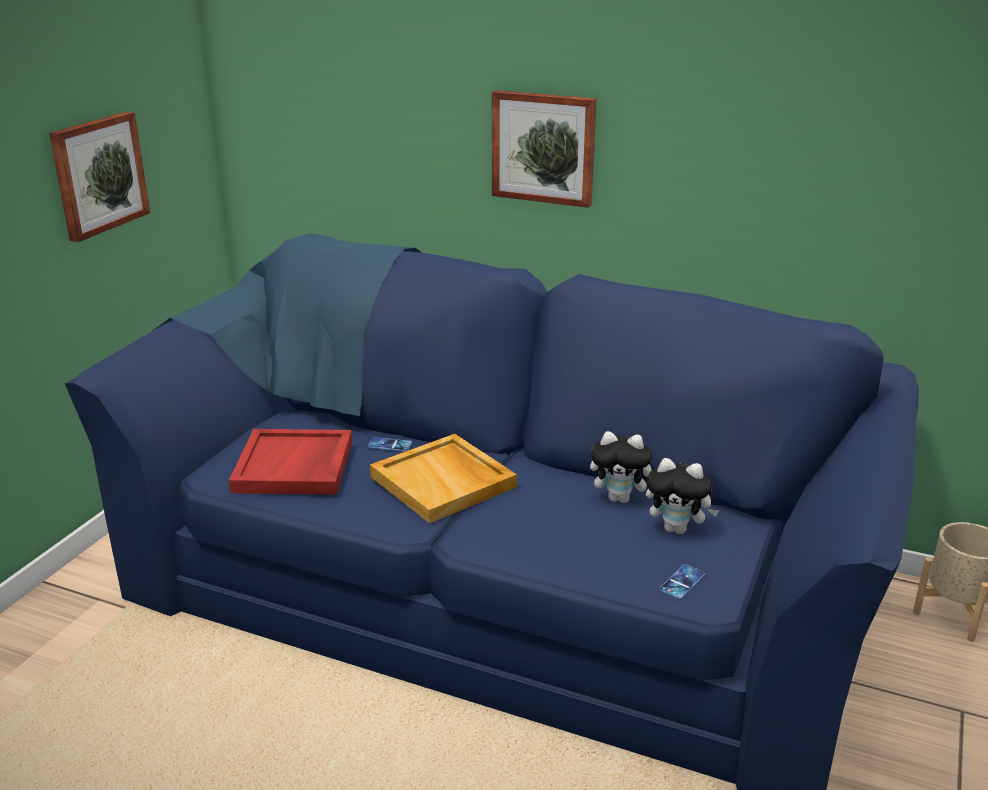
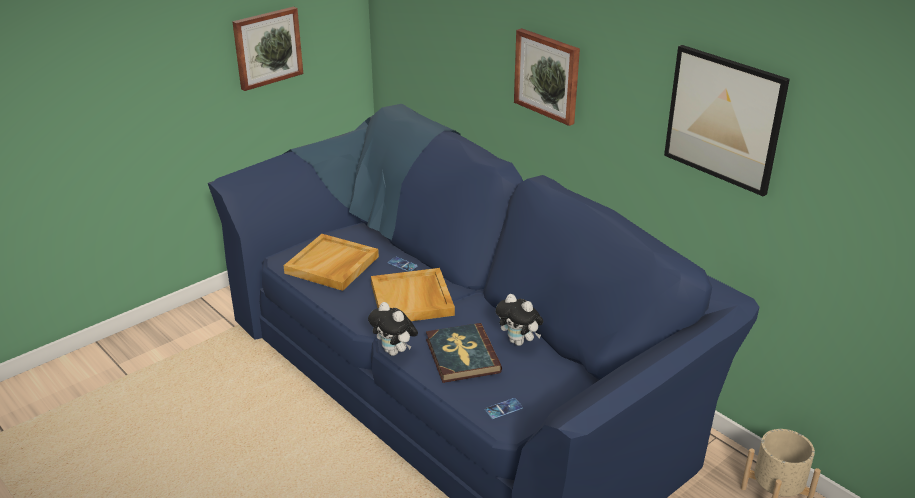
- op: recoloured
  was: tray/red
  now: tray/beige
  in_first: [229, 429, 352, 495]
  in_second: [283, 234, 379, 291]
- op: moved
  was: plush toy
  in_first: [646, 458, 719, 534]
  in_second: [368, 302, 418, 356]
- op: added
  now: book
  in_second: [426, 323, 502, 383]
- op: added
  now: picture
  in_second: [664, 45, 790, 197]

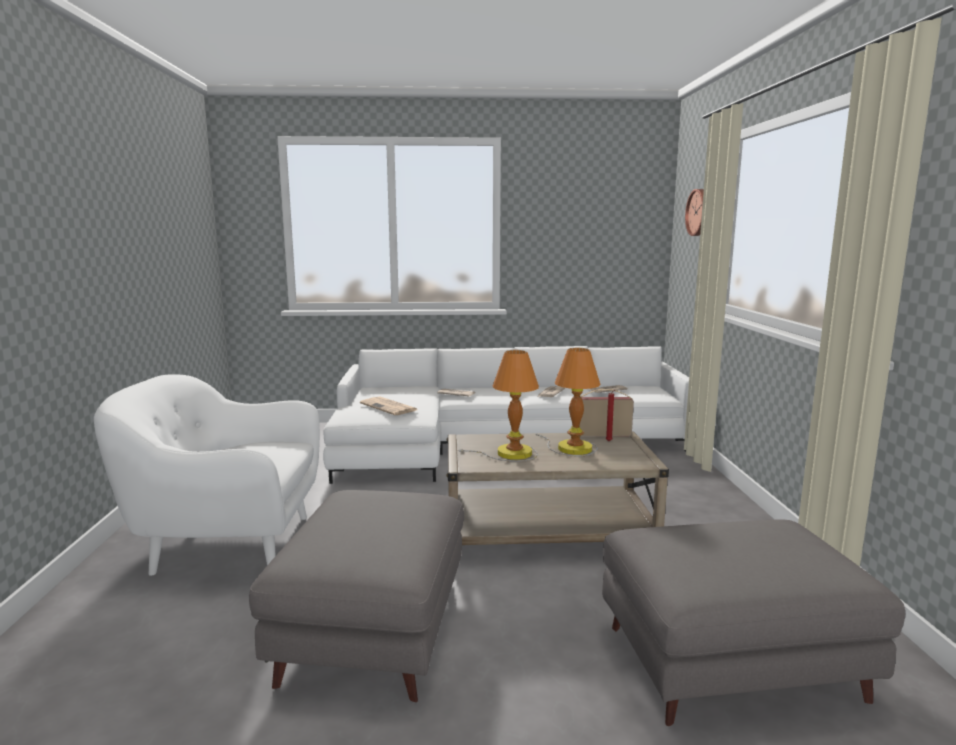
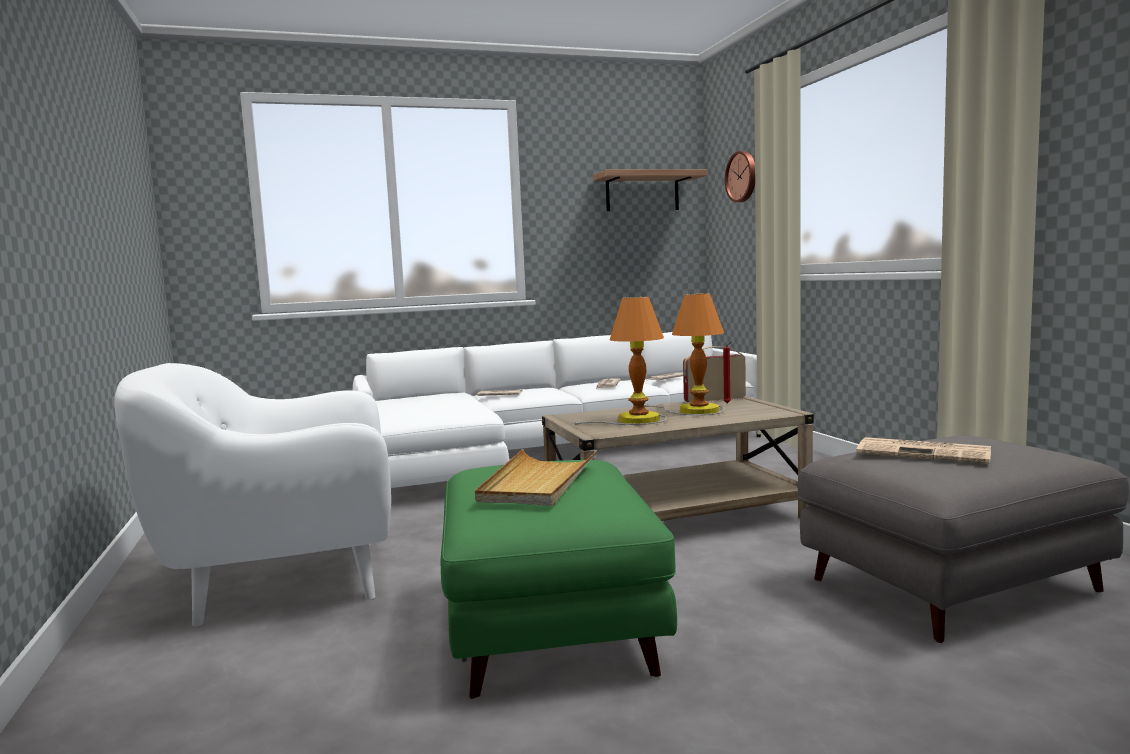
- op: recoloured
  was: ottoman/grey
  now: ottoman/green
  in_first: [249, 490, 464, 702]
  in_second: [441, 460, 677, 699]
- op: moved
  was: newspaper
  in_first: [360, 397, 417, 415]
  in_second: [856, 437, 991, 464]
- op: added
  now: tray/beige
  in_second: [475, 449, 597, 506]
- op: added
  now: shelf
  in_second: [593, 169, 707, 211]

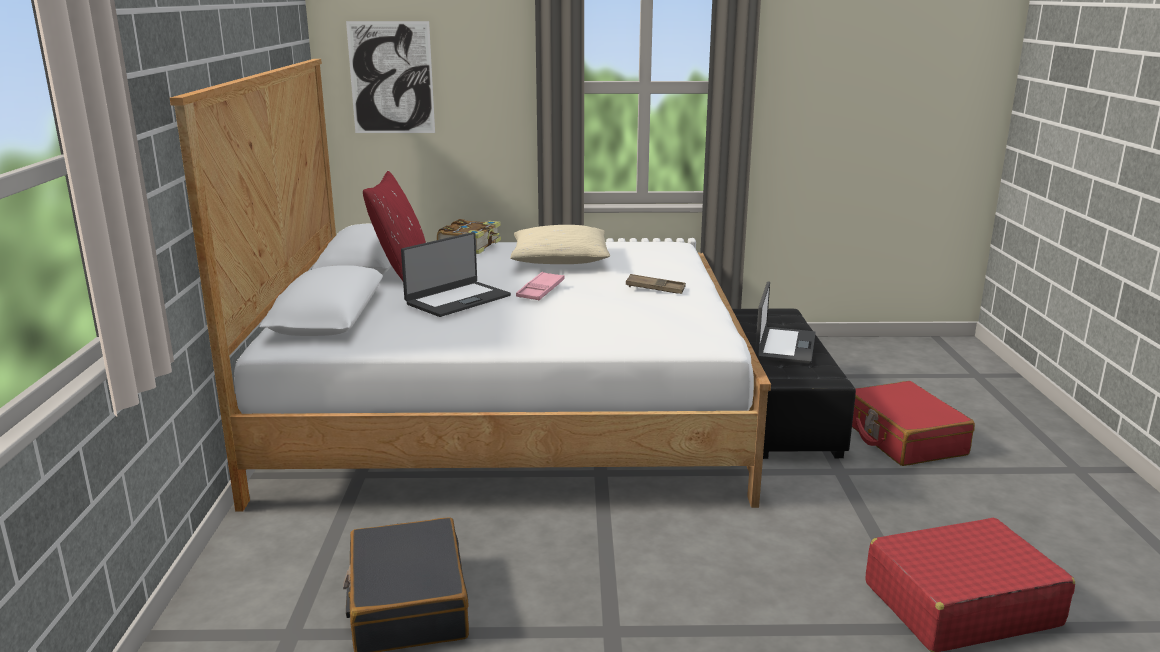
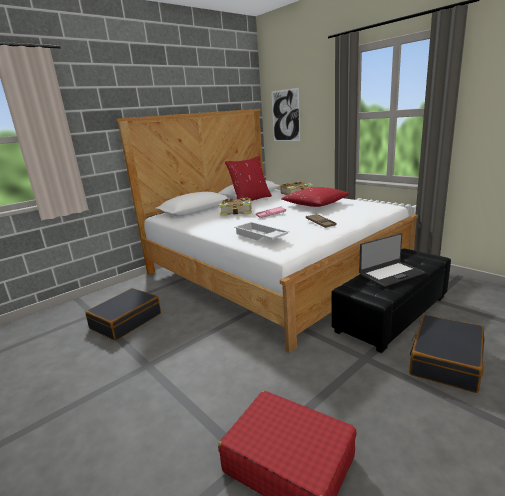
- op: replaced
  was: laptop
  now: book
  in_first: [401, 232, 511, 317]
  in_second: [219, 198, 252, 216]
- op: recoloured
  was: pillow/beige
  now: pillow/red
  in_first: [510, 225, 610, 264]
  in_second: [281, 187, 350, 207]
- op: recoloured
  was: suitcase/red
  now: suitcase/black
  in_first: [852, 381, 975, 466]
  in_second: [410, 315, 484, 393]
- op: added
  now: tray/white
  in_second: [234, 222, 290, 241]

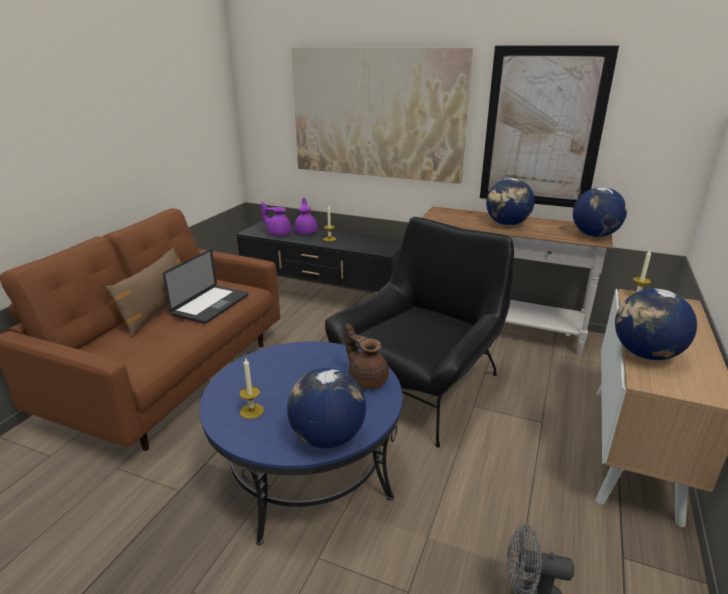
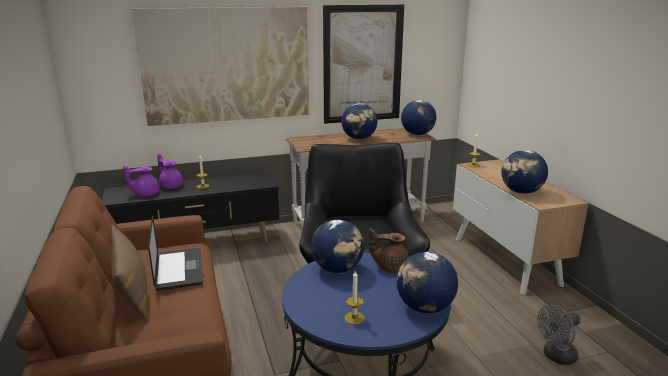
- op: added
  now: globe
  in_second: [311, 219, 364, 273]

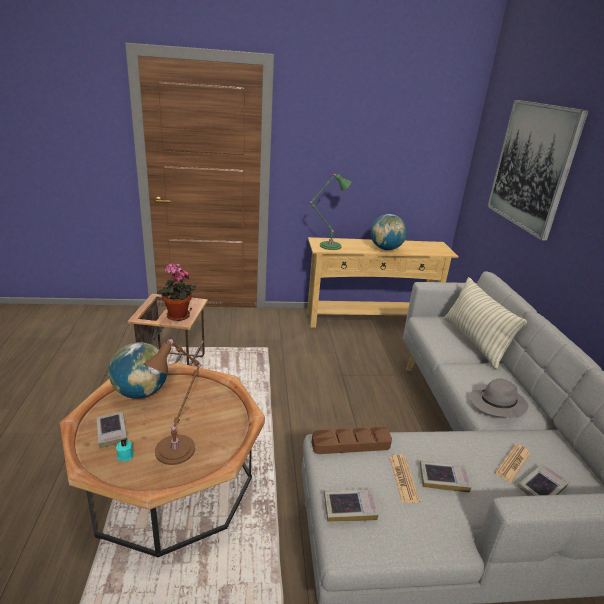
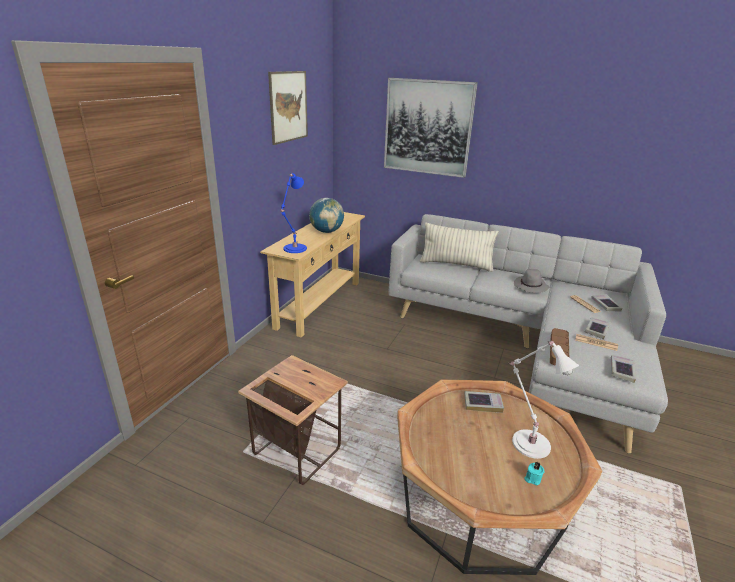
- op: moved
  was: book
  in_first: [97, 412, 127, 449]
  in_second: [464, 391, 504, 413]
- op: removed
  was: globe
  in_first: [109, 342, 168, 399]
- op: recoloured
  was: table lamp/brown
  now: table lamp/white
  in_first: [144, 338, 201, 465]
  in_second: [509, 341, 579, 459]
- op: removed
  was: potted plant
  in_first: [157, 263, 196, 321]
- op: recoloured
  was: table lamp/green
  now: table lamp/blue
  in_first: [310, 174, 351, 250]
  in_second: [281, 173, 307, 253]
- op: added
  now: picture
  in_second: [268, 71, 308, 145]

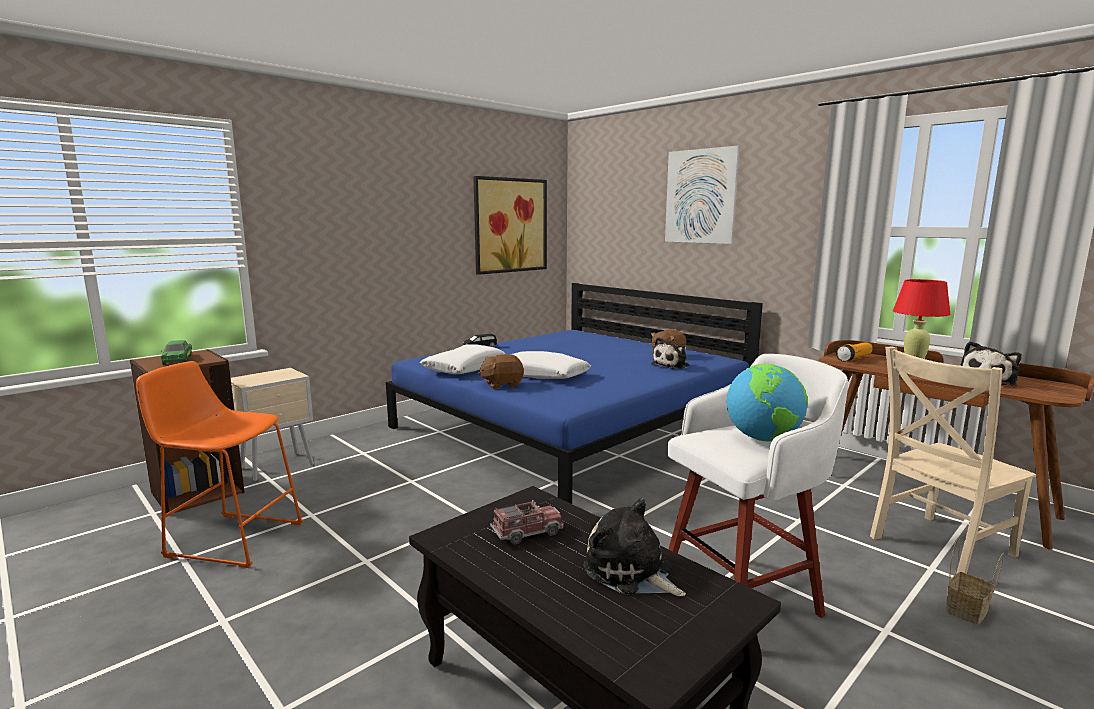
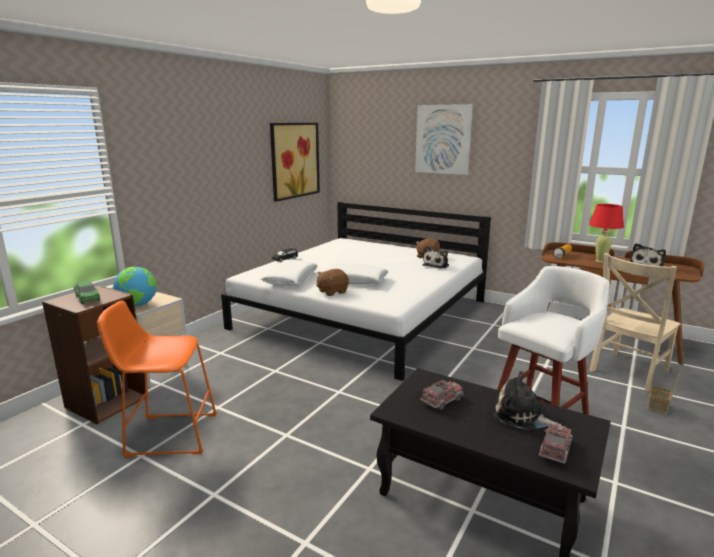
- op: recoloured
  was: bed/blue
  now: bed/white
  in_first: [386, 283, 763, 504]
  in_second: [221, 202, 491, 381]
- op: moved
  was: globe
  in_first: [727, 364, 808, 441]
  in_second: [113, 267, 157, 307]
- op: added
  now: toy truck
  in_second: [539, 424, 573, 464]

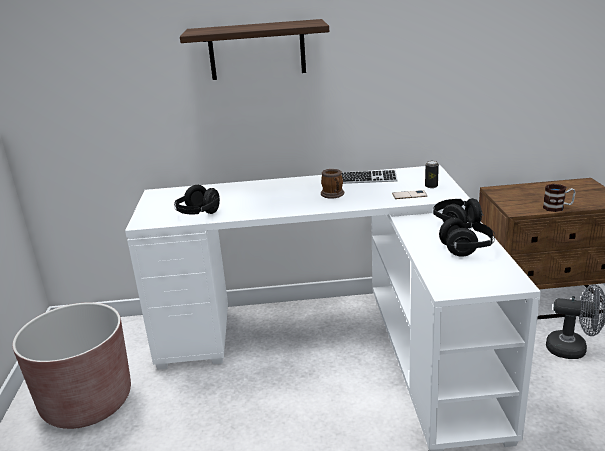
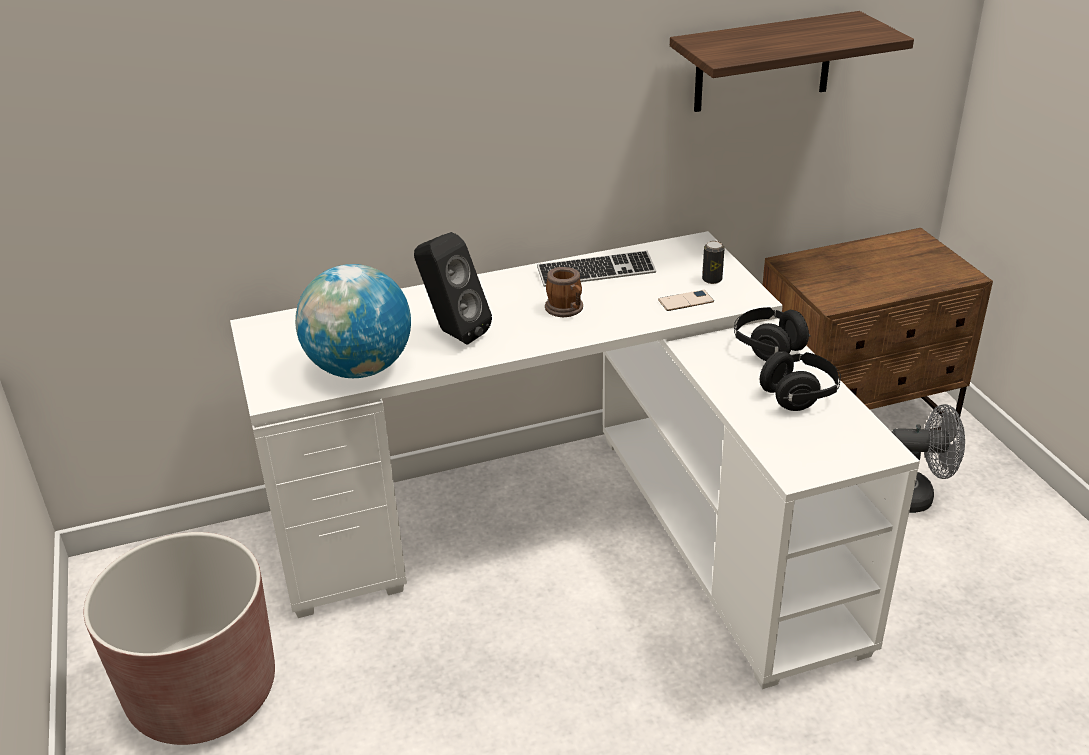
- op: replaced
  was: headphones/black
  now: globe
  in_first: [174, 185, 220, 214]
  in_second: [295, 264, 411, 378]
- op: moved
  was: shelf
  in_first: [180, 19, 329, 80]
  in_second: [670, 11, 914, 112]
- op: removed
  was: mug
  in_first: [543, 184, 576, 212]
- op: added
  now: speaker/black
  in_second: [414, 232, 492, 345]

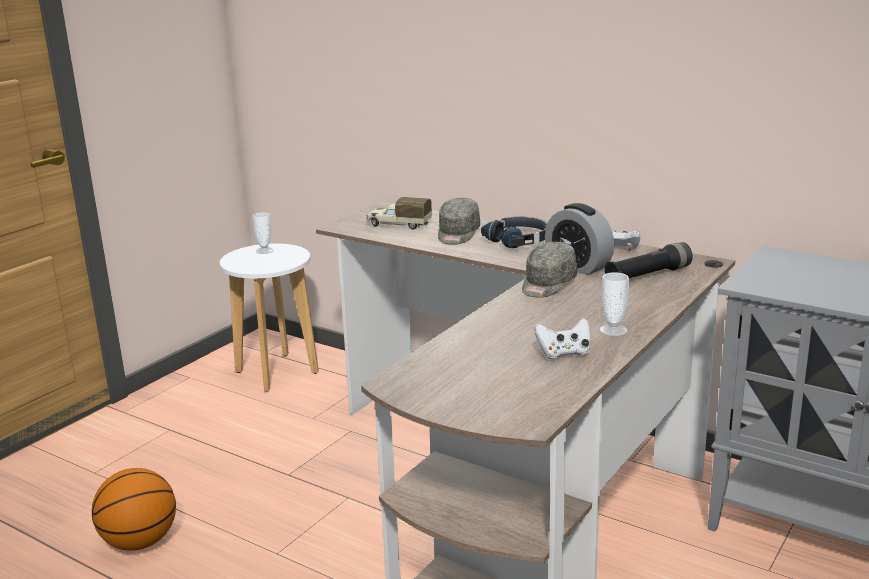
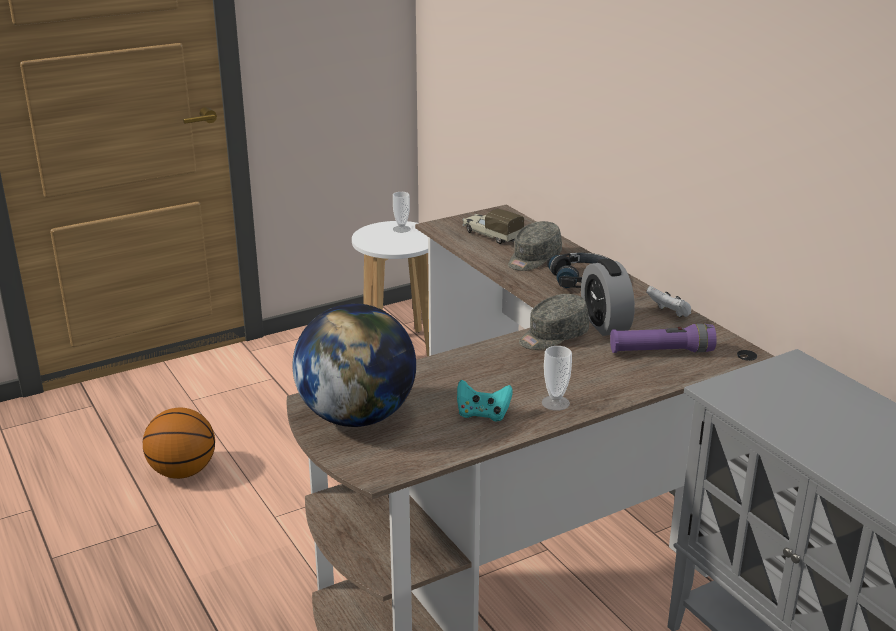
- op: recoloured
  was: game controller/white
  now: game controller/turquoise
  in_first: [534, 318, 591, 359]
  in_second: [457, 380, 512, 421]
- op: recoloured
  was: flashlight/black
  now: flashlight/purple
  in_first: [604, 242, 693, 278]
  in_second: [610, 324, 717, 353]
- op: added
  now: globe
  in_second: [292, 303, 416, 427]

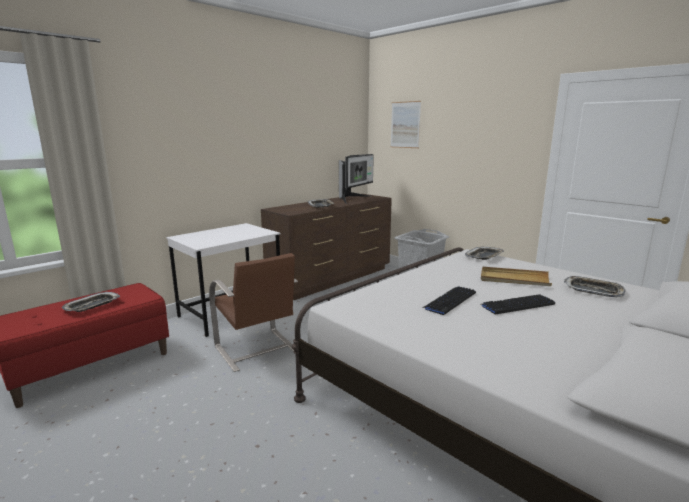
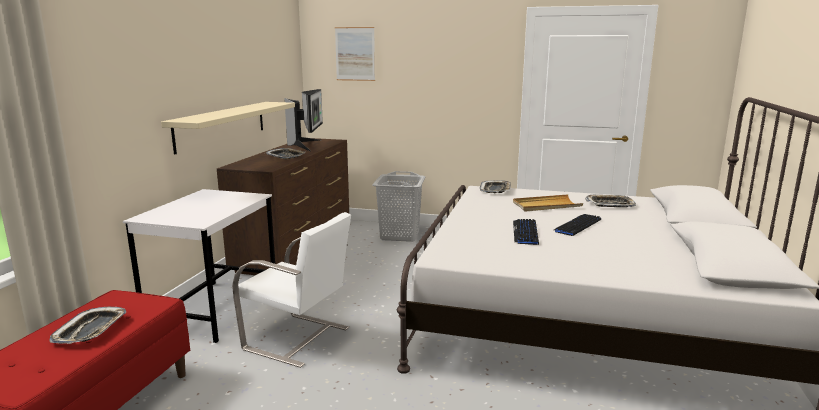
- op: recoloured
  was: chair/brown
  now: chair/white
  in_first: [209, 253, 298, 372]
  in_second: [232, 212, 351, 368]
- op: added
  now: shelf/beige
  in_second: [161, 102, 295, 155]

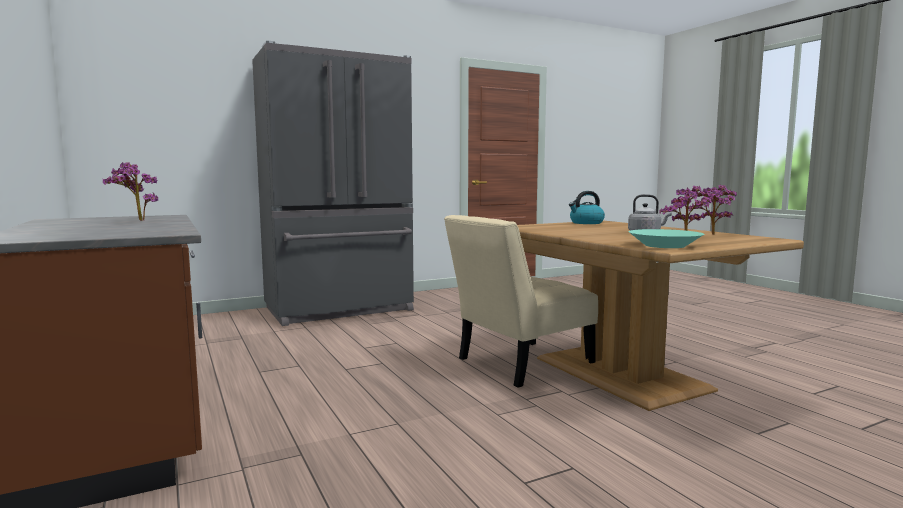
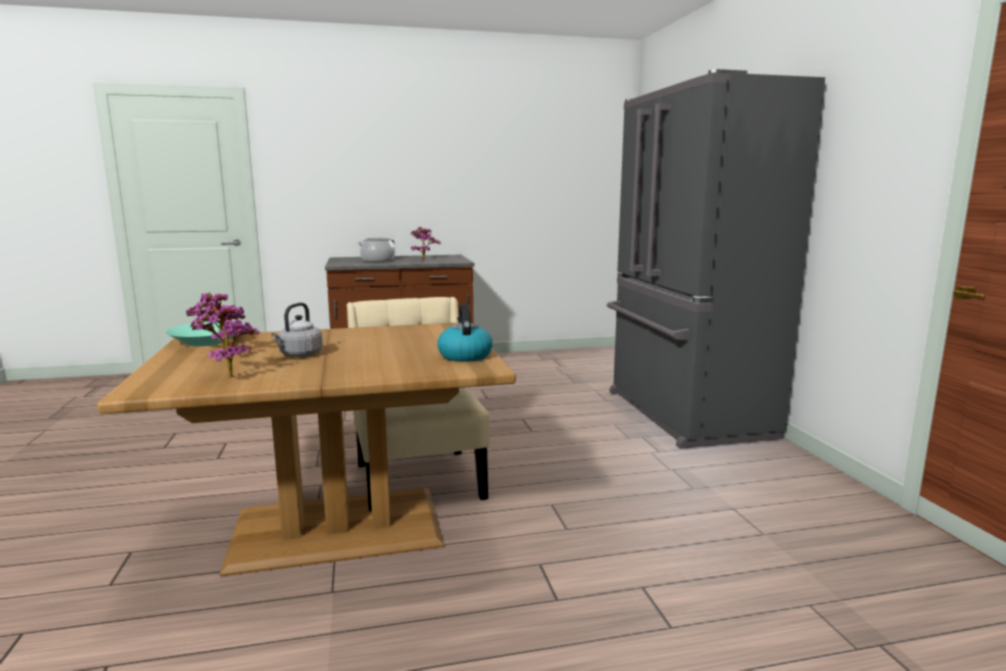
- op: added
  now: cooking pot
  in_second: [358, 238, 396, 262]

